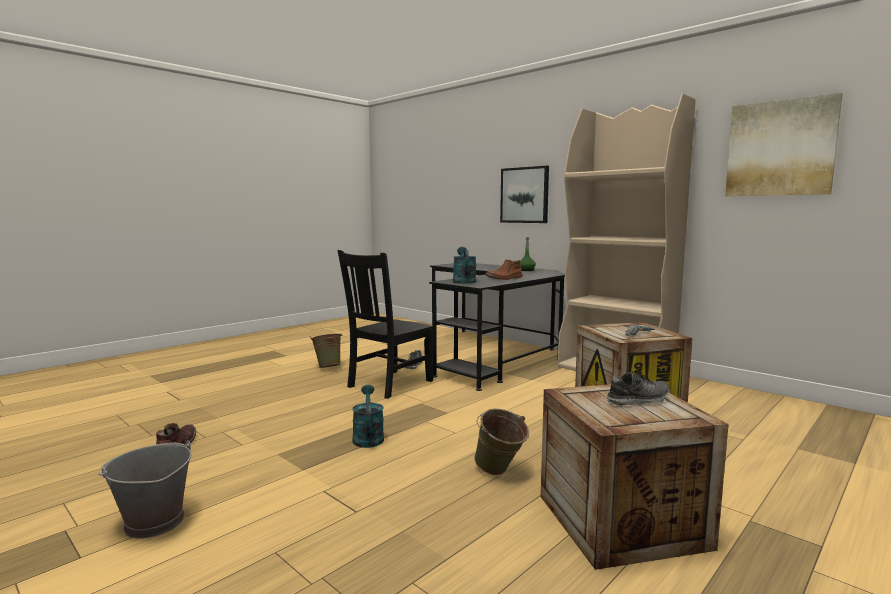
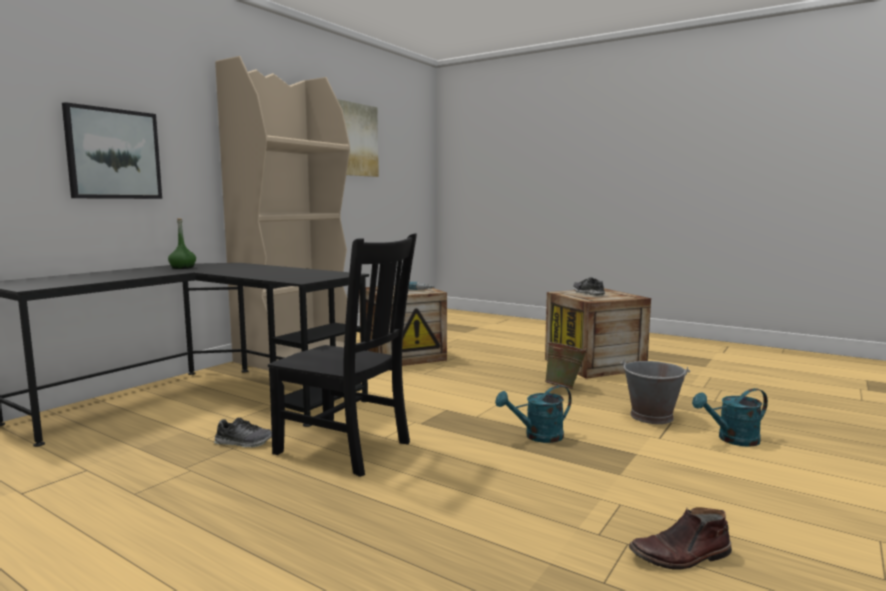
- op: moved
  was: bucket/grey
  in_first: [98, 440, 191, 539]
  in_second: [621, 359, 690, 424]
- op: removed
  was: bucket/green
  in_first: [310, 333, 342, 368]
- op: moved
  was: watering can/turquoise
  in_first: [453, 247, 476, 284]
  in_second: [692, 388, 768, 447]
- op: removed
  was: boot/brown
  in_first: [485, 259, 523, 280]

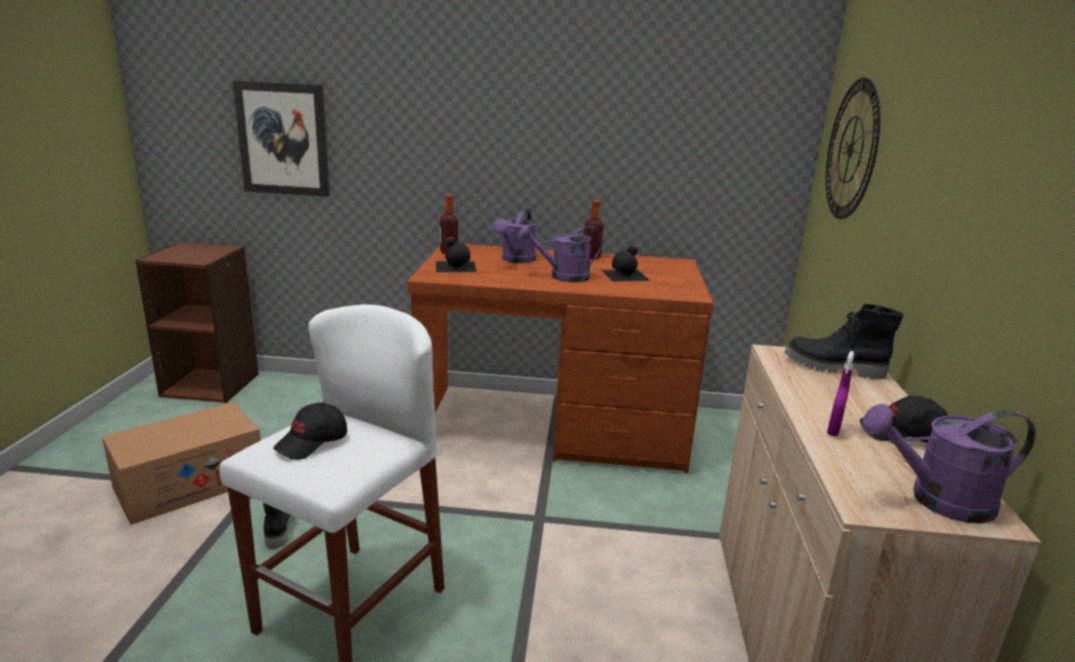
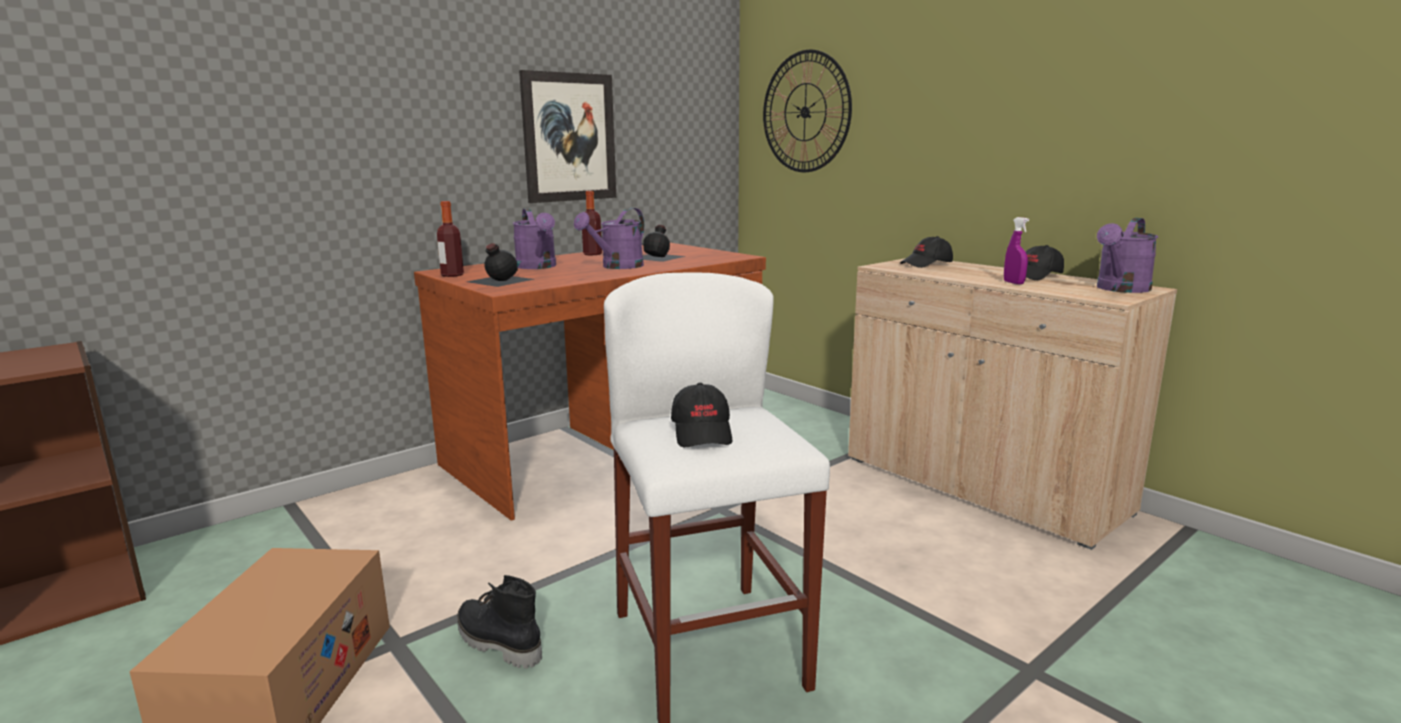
- op: moved
  was: picture
  in_first: [233, 81, 330, 197]
  in_second: [519, 70, 616, 203]
- op: replaced
  was: boot/black
  now: cap/black
  in_first: [785, 304, 904, 379]
  in_second: [900, 236, 953, 268]

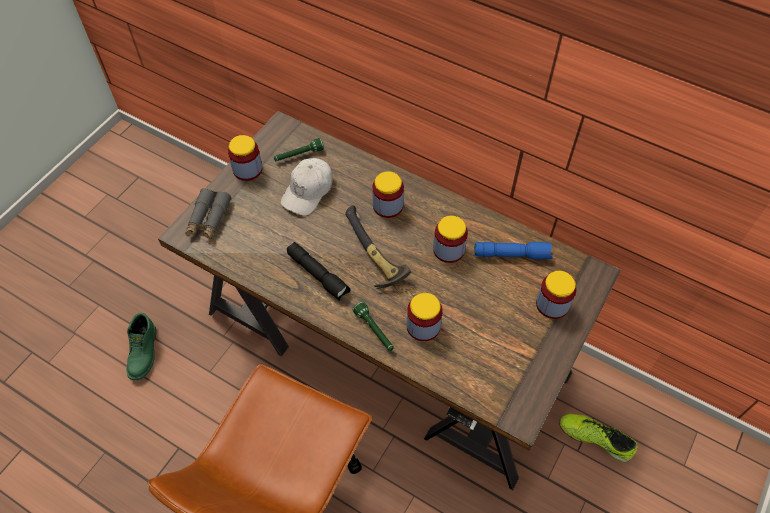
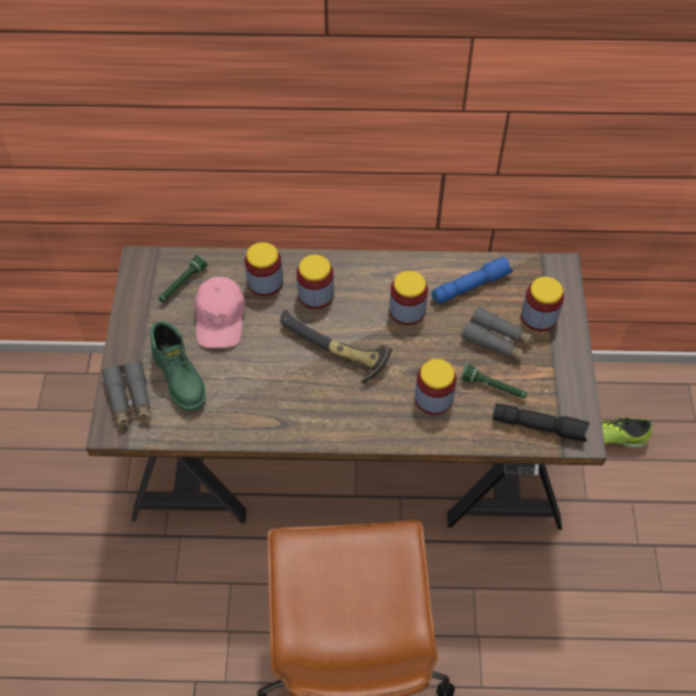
- op: moved
  was: boot/green
  in_first: [126, 313, 156, 380]
  in_second: [150, 321, 206, 411]
- op: moved
  was: jar
  in_first: [228, 135, 262, 181]
  in_second: [244, 242, 283, 296]
- op: recoloured
  was: cap/white
  now: cap/pink
  in_first: [281, 158, 332, 216]
  in_second: [194, 277, 245, 348]
- op: moved
  was: flashlight/black
  in_first: [287, 242, 350, 301]
  in_second: [492, 403, 589, 442]
- op: moved
  was: flashlight/green
  in_first: [353, 301, 394, 351]
  in_second: [461, 364, 527, 398]
- op: added
  now: binoculars/grey
  in_second: [461, 306, 535, 361]

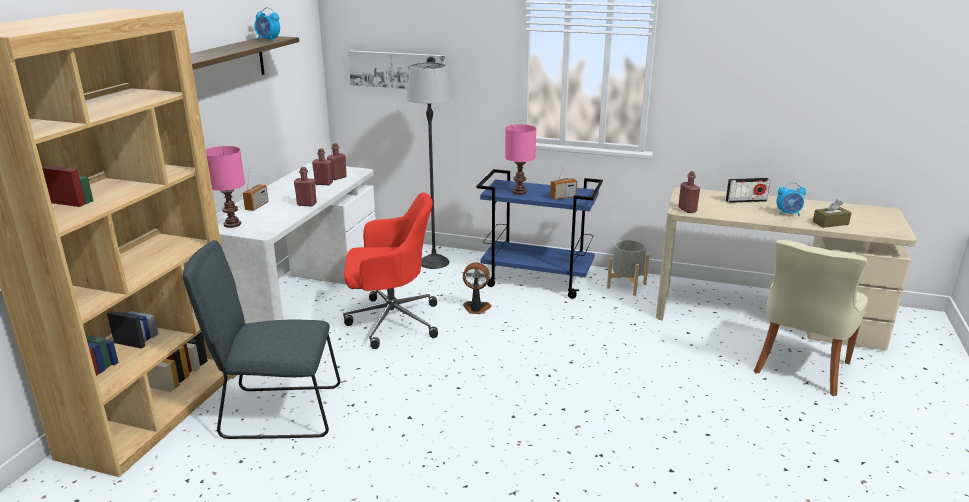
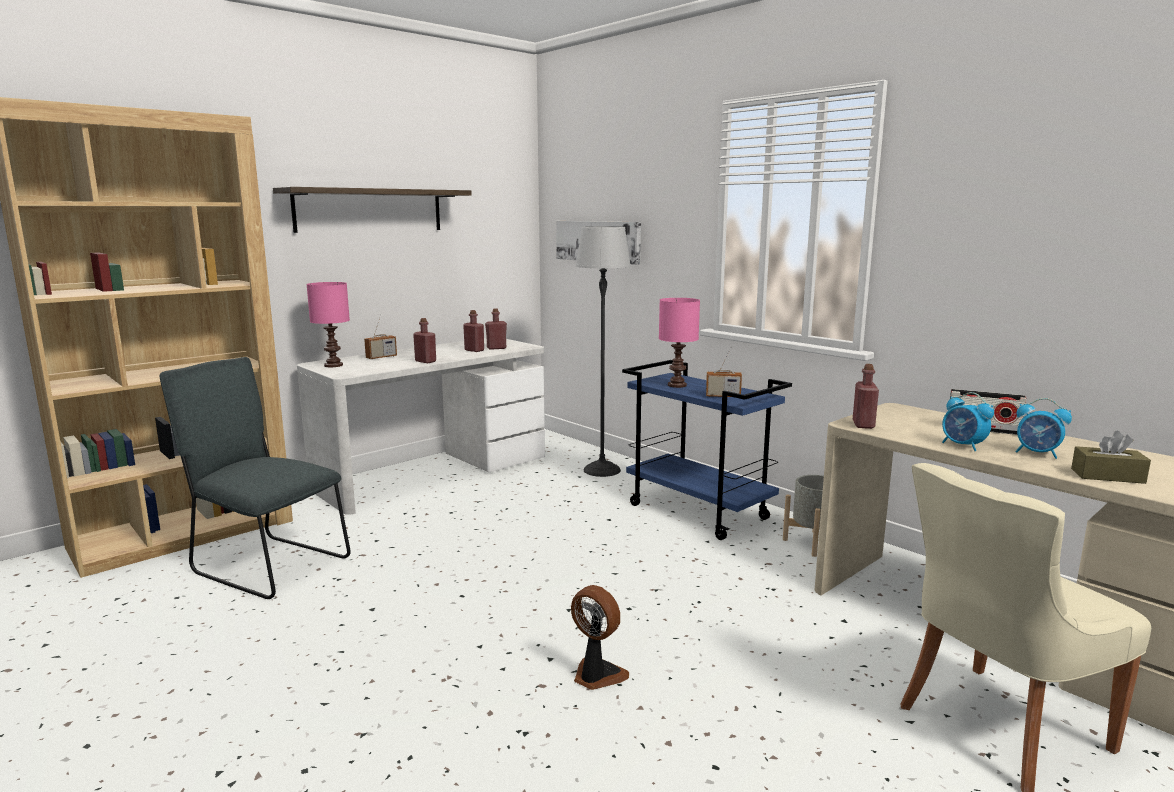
- op: moved
  was: alarm clock
  in_first: [254, 7, 280, 41]
  in_second: [942, 392, 994, 451]
- op: removed
  was: office chair/red
  in_first: [343, 192, 438, 349]
- op: moved
  was: fan
  in_first: [463, 262, 492, 314]
  in_second: [571, 585, 629, 690]

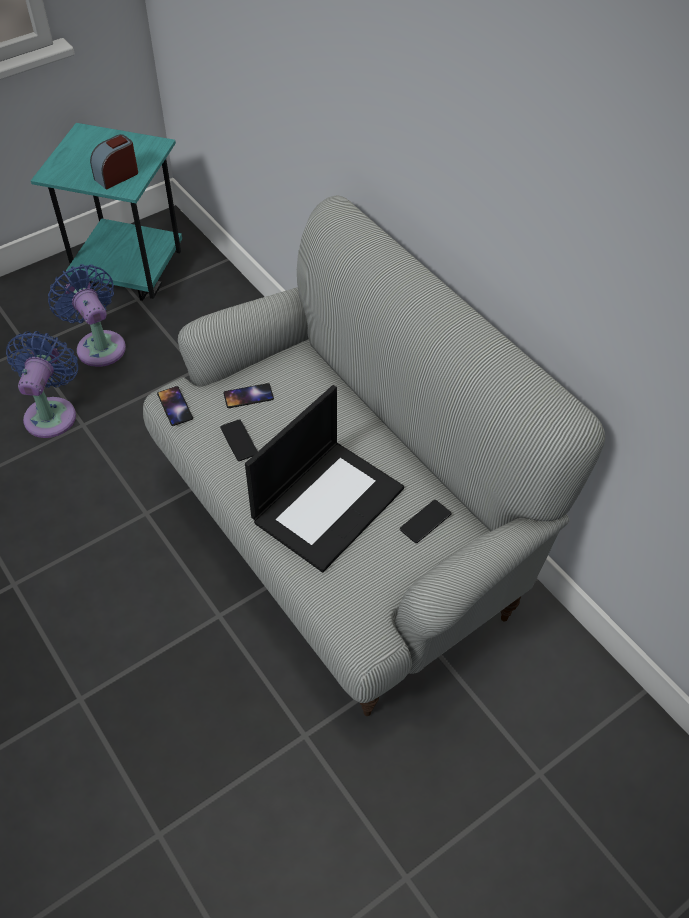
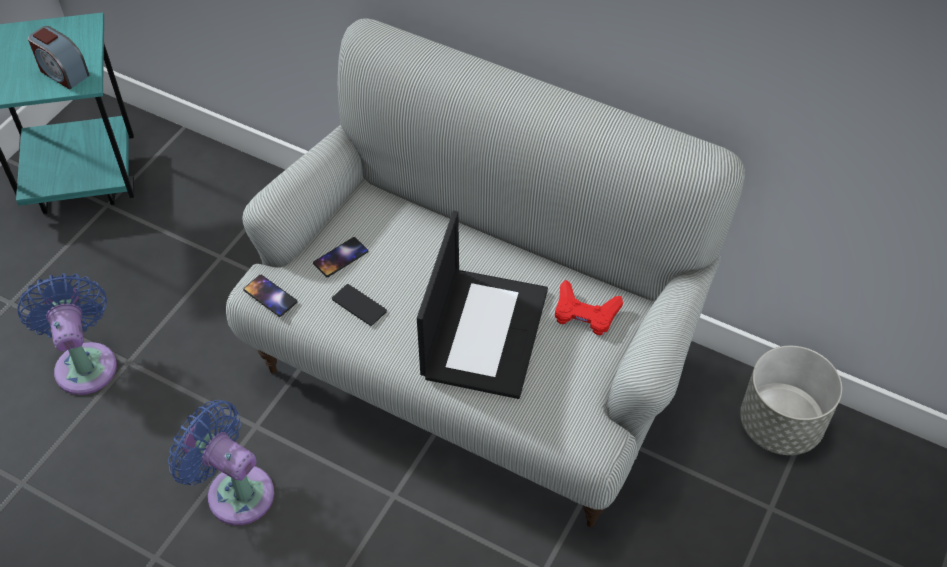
- op: moved
  was: fan/blue
  in_first: [48, 264, 126, 367]
  in_second: [168, 400, 274, 525]
- op: turned
  was: alarm clock
  in_first: [90, 134, 138, 190]
  in_second: [28, 26, 90, 90]
  clockwise: -75
- op: replaced
  was: phone
  now: game controller/red
  in_first: [400, 500, 451, 543]
  in_second: [555, 280, 623, 335]
- op: added
  now: planter/grey
  in_second: [740, 346, 842, 455]

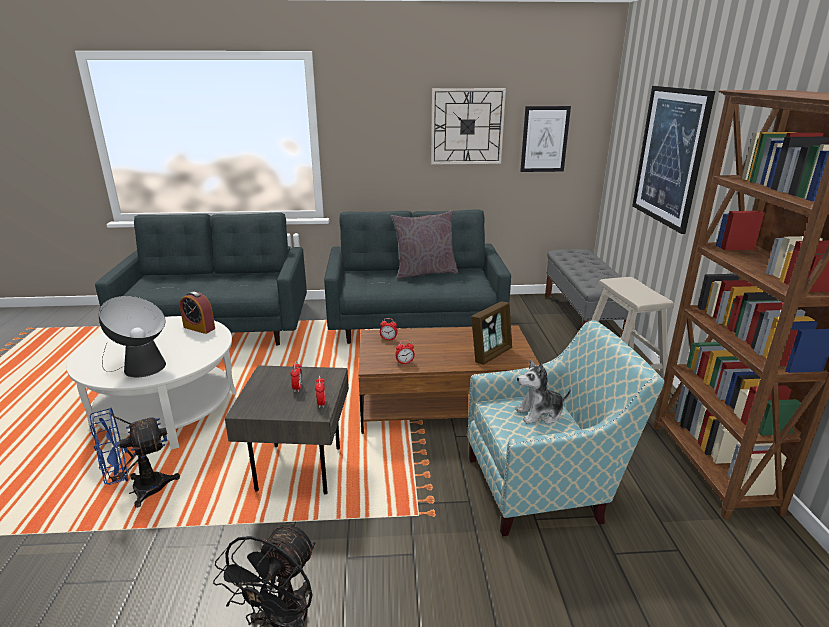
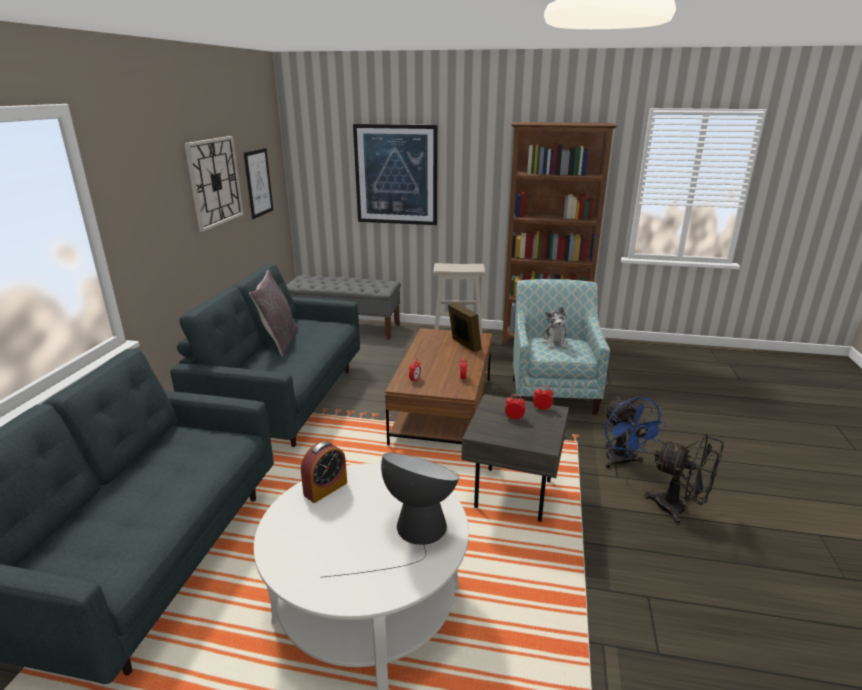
- op: moved
  was: fan/blue
  in_first: [90, 408, 180, 508]
  in_second: [604, 396, 667, 469]

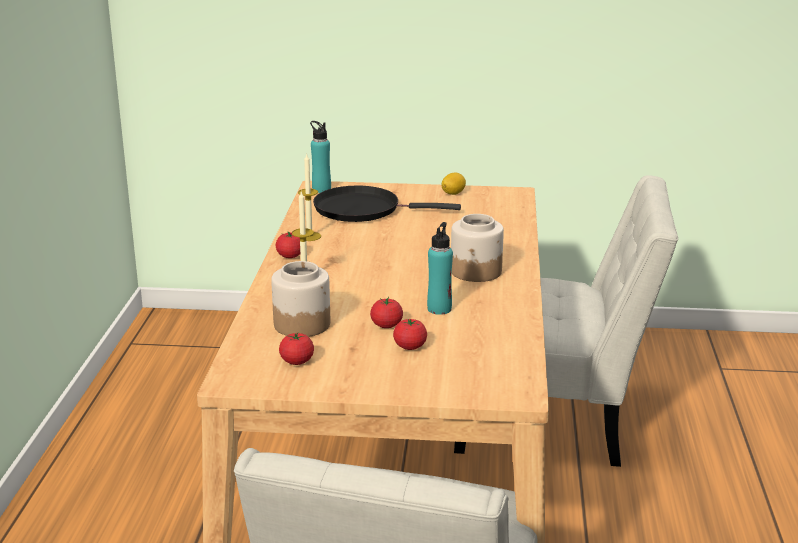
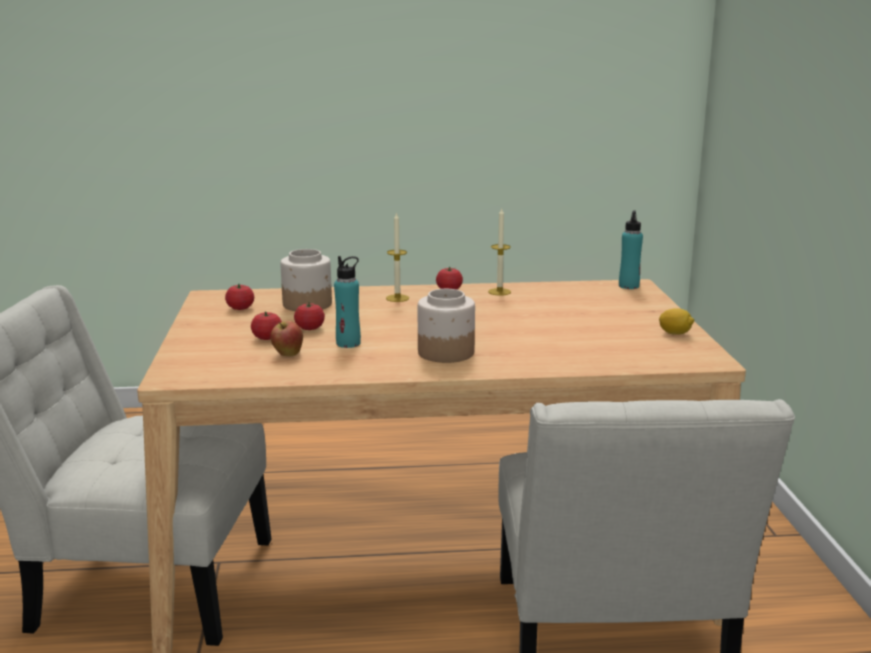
- op: removed
  was: frying pan/black
  in_first: [313, 186, 461, 222]
- op: added
  now: apple
  in_second: [270, 321, 303, 356]

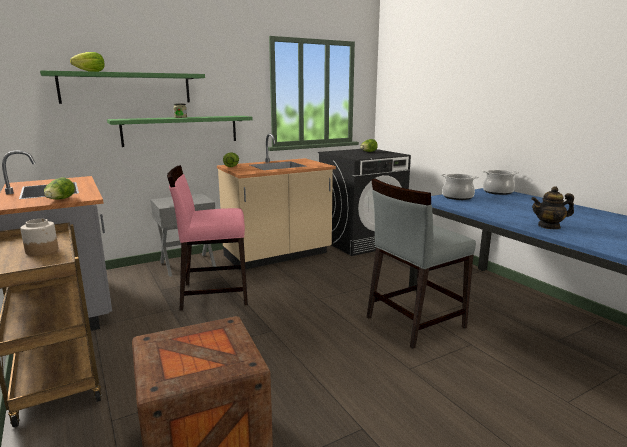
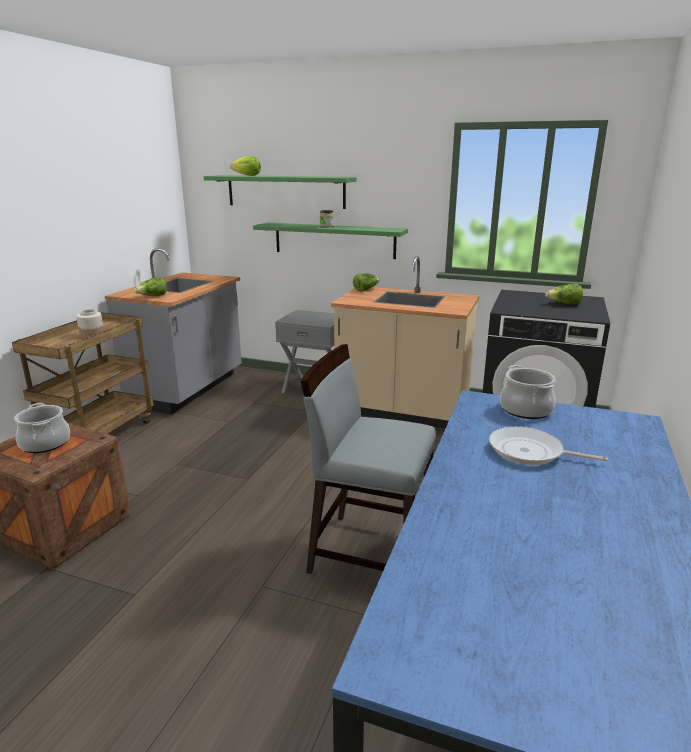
- op: removed
  was: chair/pink
  in_first: [167, 165, 248, 310]
- op: moved
  was: cooking pot
  in_first: [482, 170, 519, 195]
  in_second: [14, 403, 70, 453]
- op: removed
  was: teapot
  in_first: [531, 186, 574, 229]
- op: added
  now: frying pan
  in_second: [489, 426, 608, 465]

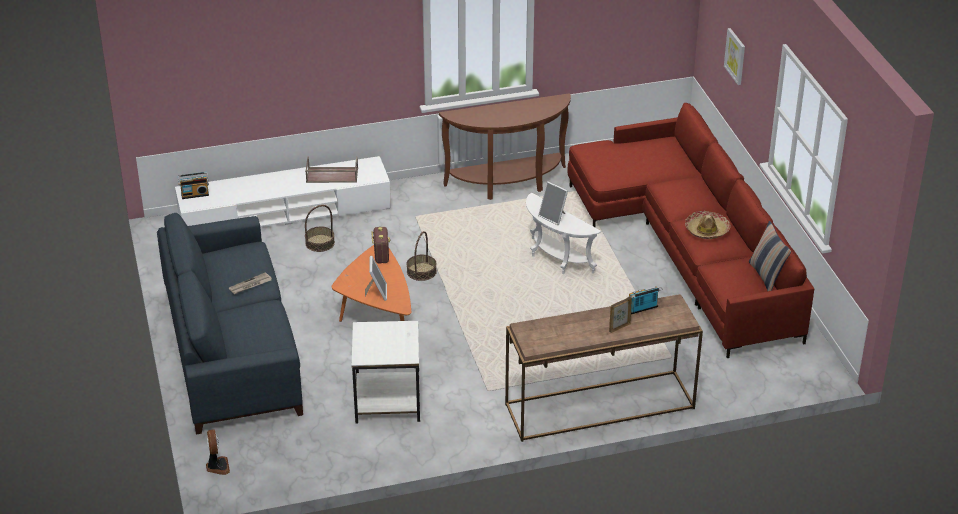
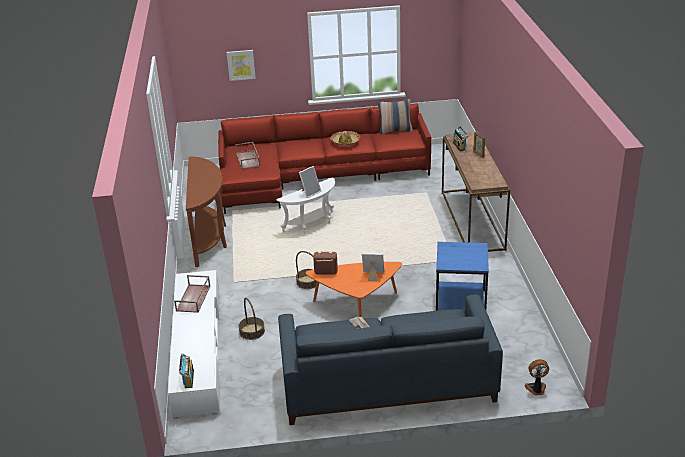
- op: recoloured
  was: side table/white
  now: side table/blue
  in_first: [352, 321, 420, 423]
  in_second: [436, 242, 489, 312]
- op: added
  now: tray/brown
  in_second: [235, 142, 260, 169]

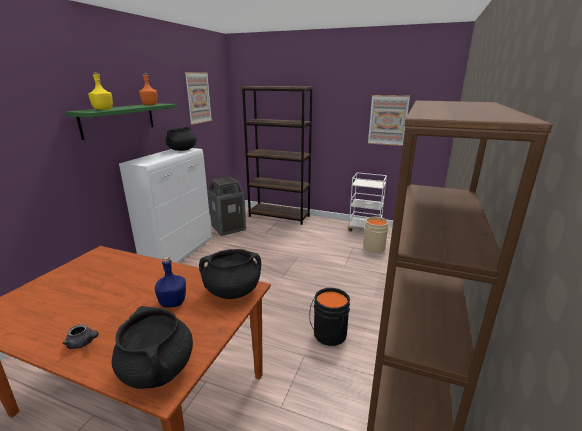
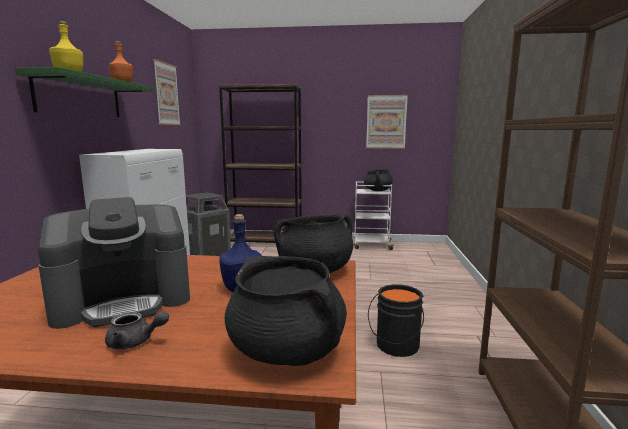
- op: moved
  was: cooking pot/black
  in_first: [166, 126, 197, 151]
  in_second: [364, 169, 393, 191]
- op: removed
  was: bucket/beige
  in_first: [363, 217, 390, 253]
- op: added
  now: coffee machine
  in_second: [38, 197, 190, 329]

